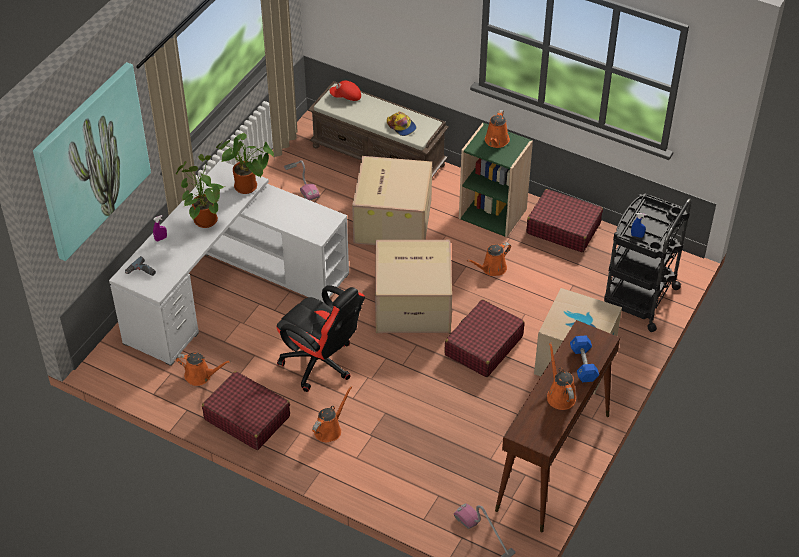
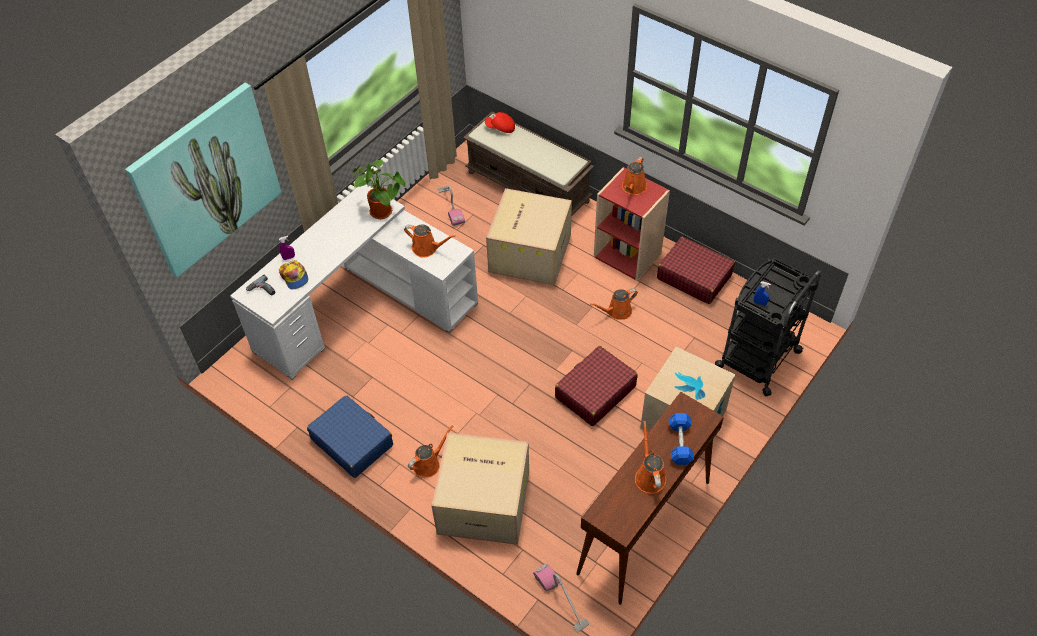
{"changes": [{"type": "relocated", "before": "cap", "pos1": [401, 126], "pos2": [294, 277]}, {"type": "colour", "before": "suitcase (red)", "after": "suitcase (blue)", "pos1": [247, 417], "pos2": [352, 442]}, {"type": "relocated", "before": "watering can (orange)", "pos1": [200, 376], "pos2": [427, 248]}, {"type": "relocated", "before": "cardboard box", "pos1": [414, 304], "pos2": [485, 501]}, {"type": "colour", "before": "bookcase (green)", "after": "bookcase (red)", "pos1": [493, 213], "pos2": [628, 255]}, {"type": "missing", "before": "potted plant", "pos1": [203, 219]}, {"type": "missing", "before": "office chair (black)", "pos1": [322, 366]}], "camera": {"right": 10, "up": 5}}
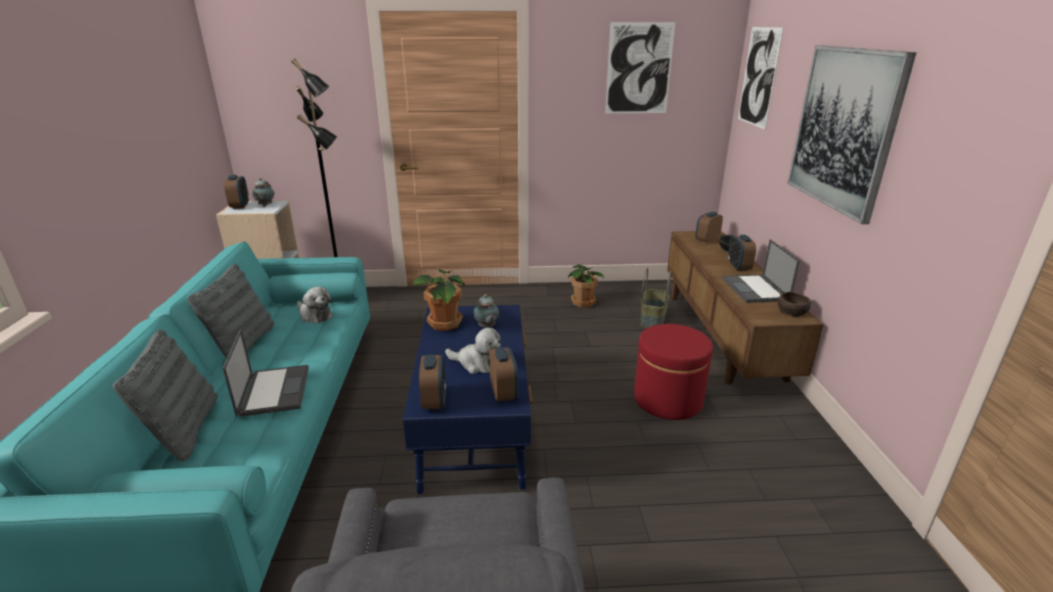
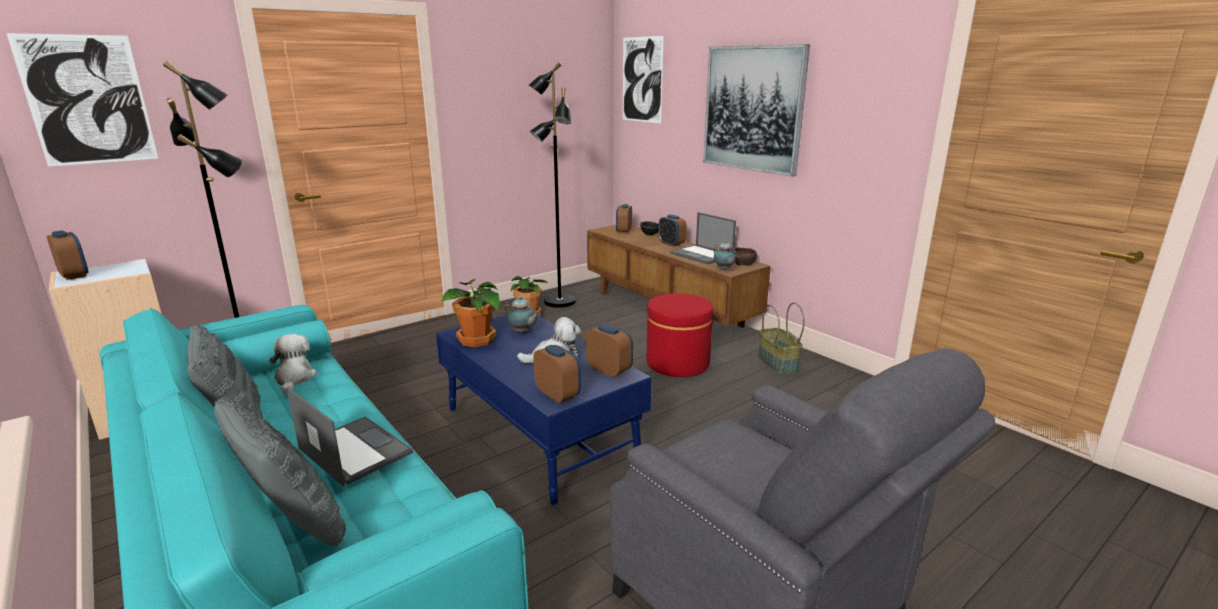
{"changes": [{"type": "relocated", "before": "picture", "pos1": [639, 69], "pos2": [88, 100]}, {"type": "spun", "before": "plush toy", "pos1": [314, 315], "pos2": [294, 378], "turn": -105}, {"type": "appeared", "after": "floor lamp (black)", "pos2": [558, 302]}, {"type": "relocated", "before": "teapot", "pos1": [265, 205], "pos2": [724, 270]}, {"type": "relocated", "before": "basket", "pos1": [652, 319], "pos2": [776, 363]}], "camera": {"right": -35, "up": -5}}
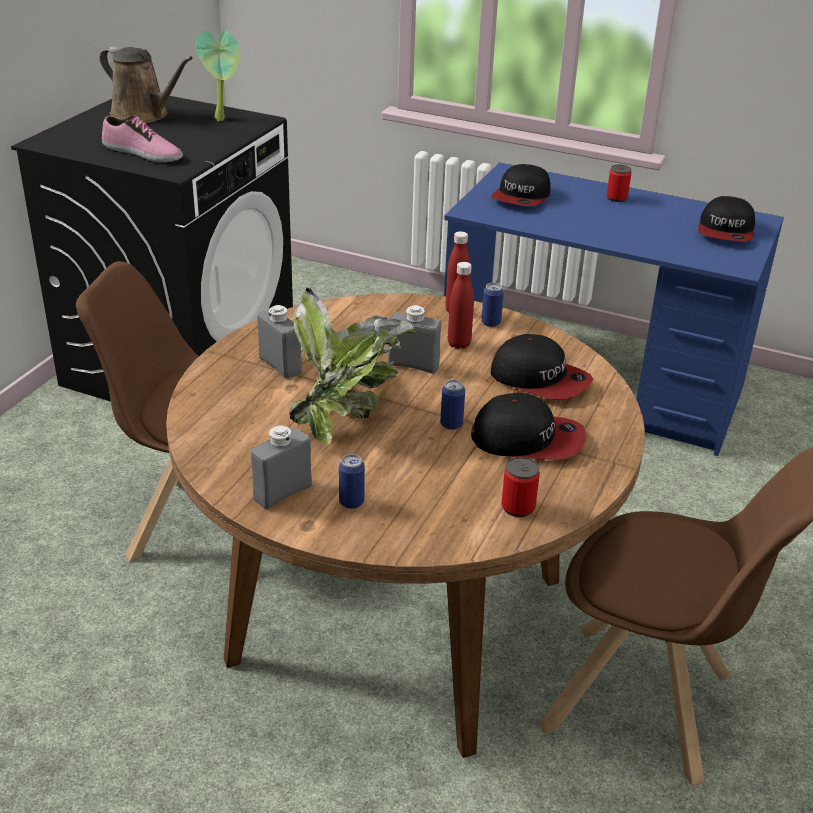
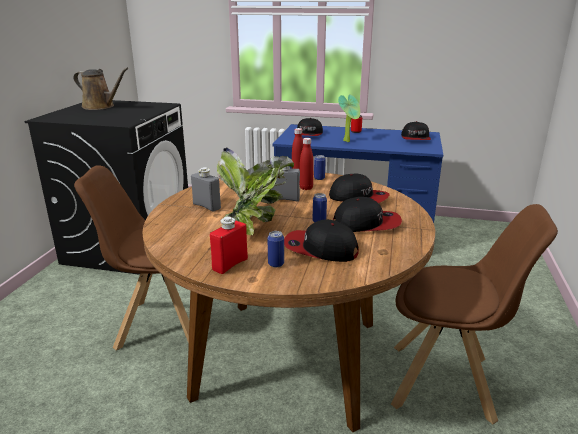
{"changes": [{"type": "colour", "before": "bottle (grey)", "after": "bottle (red)", "pos1": [282, 493], "pos2": [230, 264]}, {"type": "appeared", "after": "cap", "pos2": [320, 249]}, {"type": "relocated", "before": "potted plant", "pos1": [223, 119], "pos2": [348, 141]}, {"type": "missing", "before": "shoe", "pos1": [142, 153]}, {"type": "missing", "before": "can", "pos1": [518, 507]}], "camera": {"right": -10, "up": -10}}
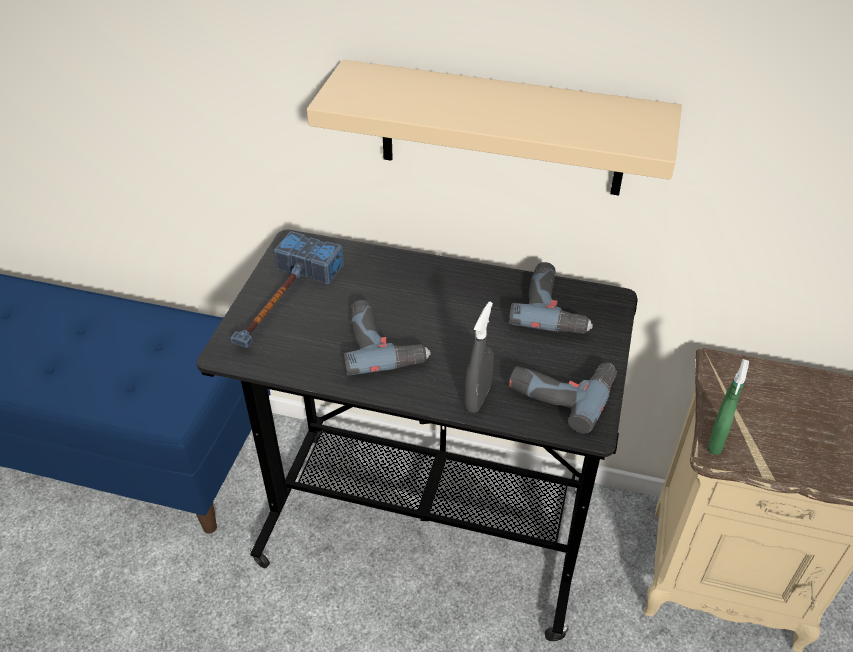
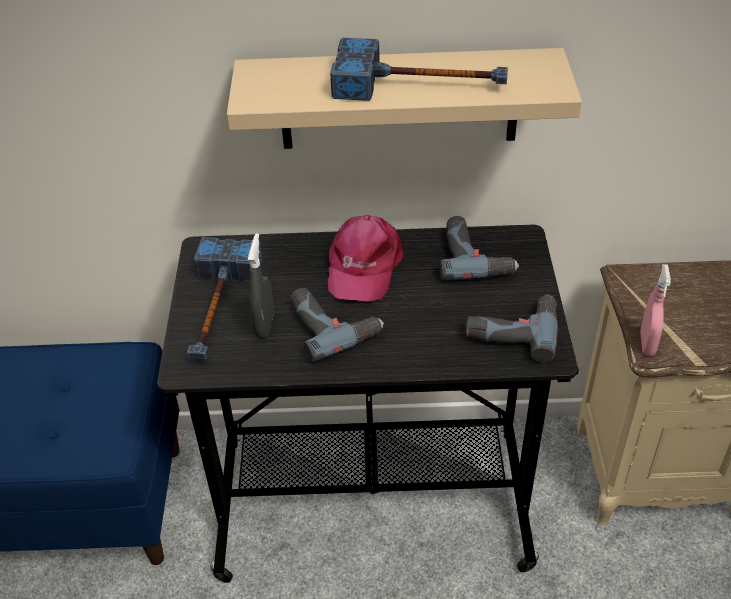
{"changes": [{"type": "relocated", "before": "spray bottle (grey)", "pos1": [477, 398], "pos2": [264, 325]}, {"type": "appeared", "after": "cap (pink)", "pos2": [363, 266]}, {"type": "appeared", "after": "hammer", "pos2": [420, 85]}, {"type": "colour", "before": "spray bottle (green)", "after": "spray bottle (pink)", "pos1": [716, 441], "pos2": [647, 344]}], "camera": {"right": -15, "up": 0}}
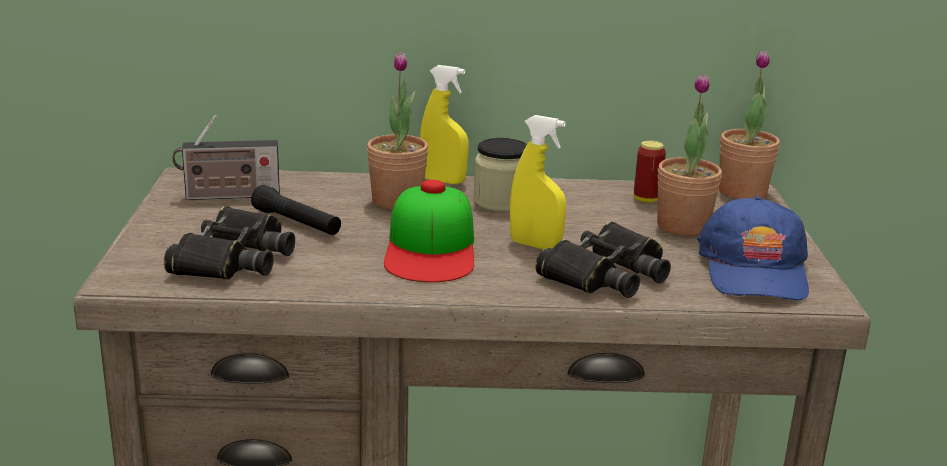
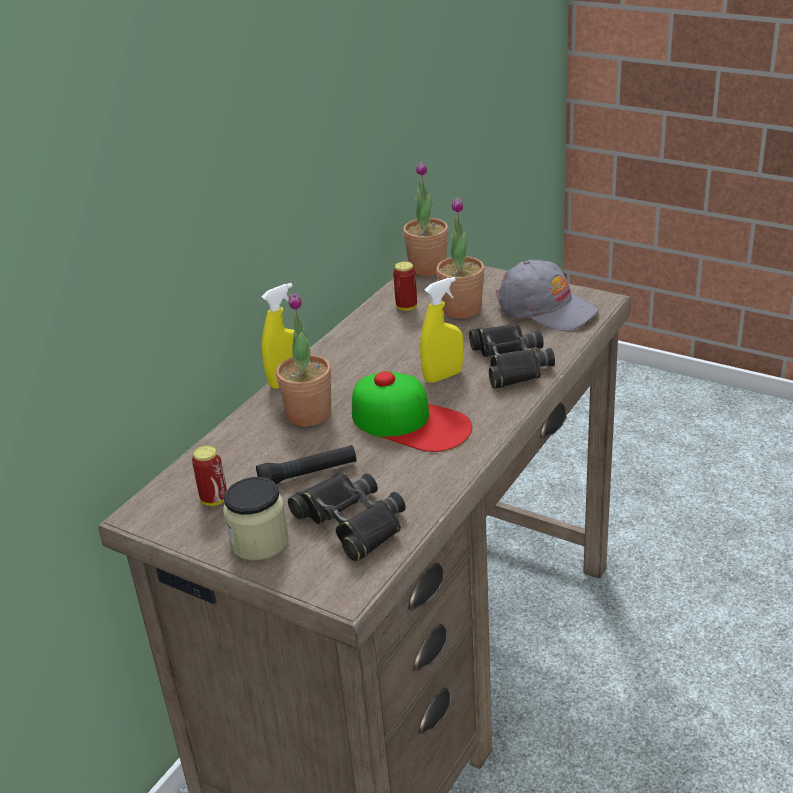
{"changes": [{"type": "exchanged", "before": "radio", "after": "can", "pos1": [228, 196], "pos2": [214, 500]}, {"type": "relocated", "before": "jar", "pos1": [501, 202], "pos2": [259, 541]}, {"type": "colour", "before": "cap (blue)", "after": "cap (grey)", "pos1": [754, 270], "pos2": [545, 308]}], "camera": {"right": -55, "up": 10}}
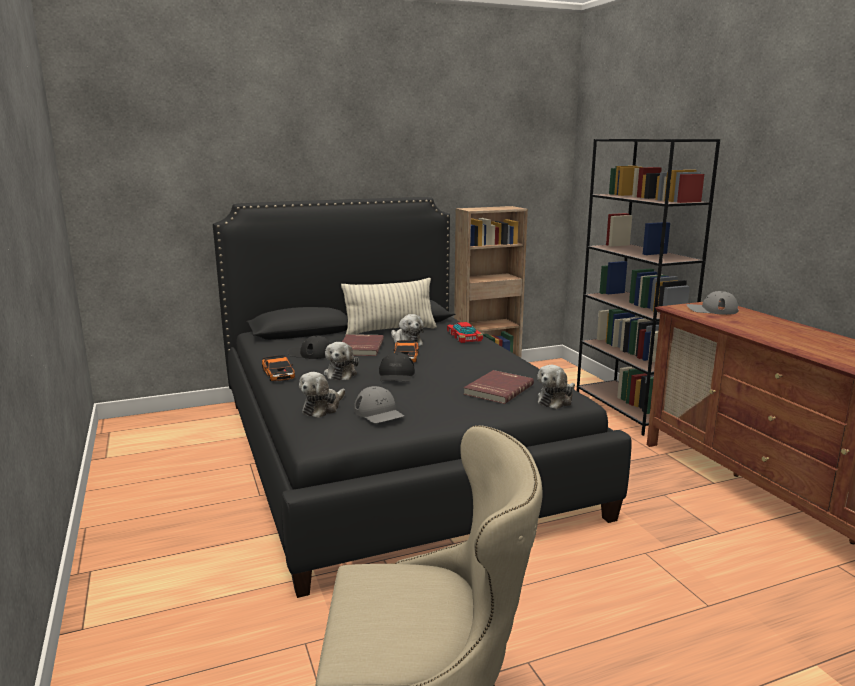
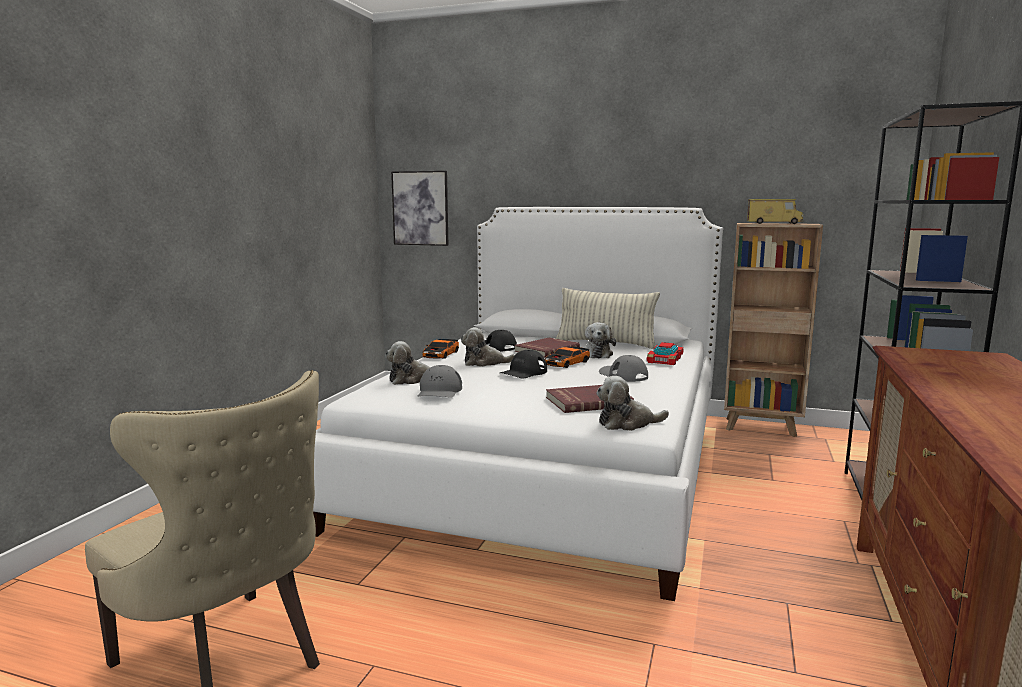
{"changes": [{"type": "colour", "before": "bed (black)", "after": "bed (white)", "pos1": [391, 452], "pos2": [547, 464]}, {"type": "appeared", "after": "picture", "pos2": [420, 208]}, {"type": "spun", "before": "plush toy", "pos1": [341, 373], "pos2": [484, 363], "turn": 45}, {"type": "relocated", "before": "cap (grey)", "pos1": [711, 310], "pos2": [623, 375]}, {"type": "appeared", "after": "toy truck", "pos2": [773, 223]}], "camera": {"right": 40, "up": -5}}
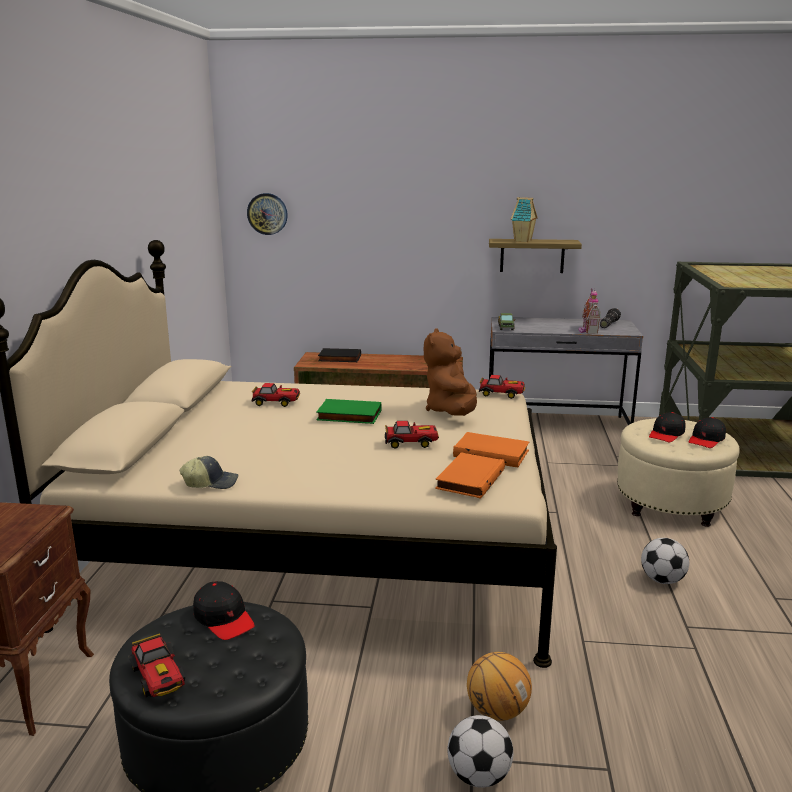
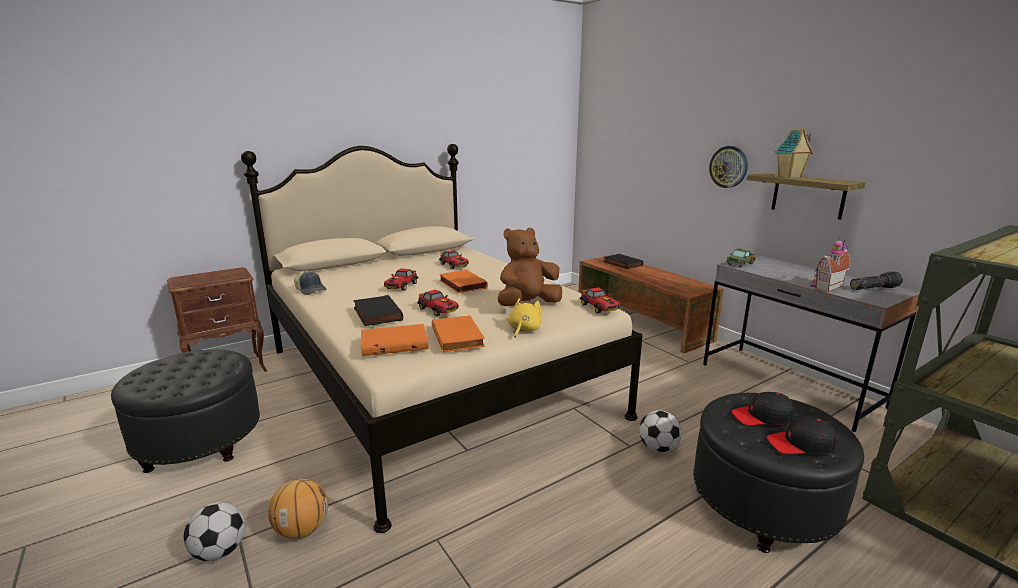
{"changes": [{"type": "appeared", "after": "book (black)", "pos2": [376, 314]}, {"type": "relocated", "before": "toy car", "pos1": [158, 678], "pos2": [401, 287]}, {"type": "colour", "before": "book (green)", "after": "book (orange)", "pos1": [348, 416], "pos2": [461, 284]}, {"type": "appeared", "after": "plush toy (yellow)", "pos2": [524, 330]}, {"type": "relocated", "before": "football", "pos1": [662, 580], "pos2": [658, 448]}, {"type": "colour", "before": "ottoman (beige)", "after": "ottoman (black)", "pos1": [670, 504], "pos2": [763, 506]}, {"type": "relocated", "before": "wall clock", "pos1": [267, 214], "pos2": [728, 167]}, {"type": "missing", "before": "cap (black)", "pos1": [224, 618]}], "camera": {"right": 50, "up": 0}}
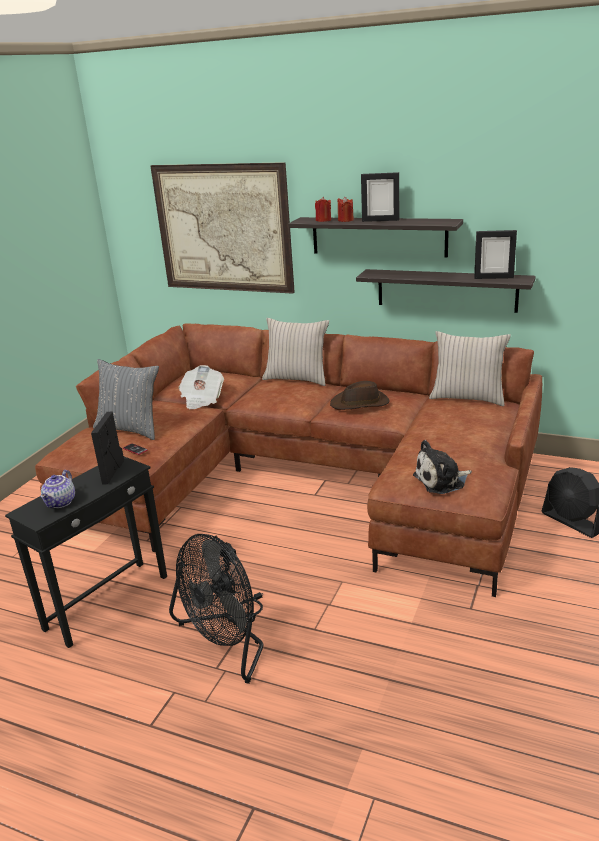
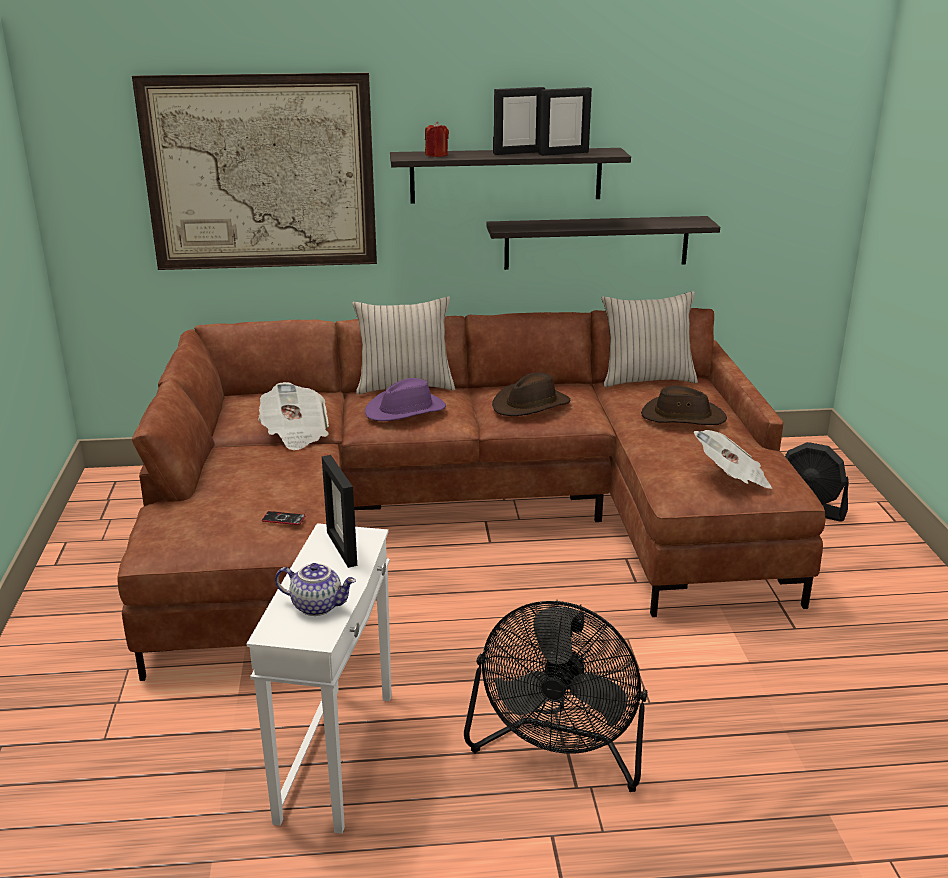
{"changes": [{"type": "colour", "before": "side table (black)", "after": "side table (white)", "pos1": [108, 602], "pos2": [338, 755]}, {"type": "spun", "before": "teapot", "pos1": [61, 502], "pos2": [318, 605], "turn": -60}, {"type": "appeared", "after": "hat (purple)", "pos2": [406, 410]}, {"type": "relocated", "before": "picture frame", "pos1": [493, 277], "pos2": [563, 153]}, {"type": "appeared", "after": "hat (brown)", "pos2": [682, 417]}, {"type": "exchanged", "before": "plush toy", "after": "newspaper", "pos1": [442, 481], "pos2": [731, 478]}, {"type": "missing", "before": "pillow (grey)", "pos1": [131, 429]}, {"type": "missing", "before": "candle (red)", "pos1": [345, 220]}], "camera": {"right": -30, "up": 0}}
